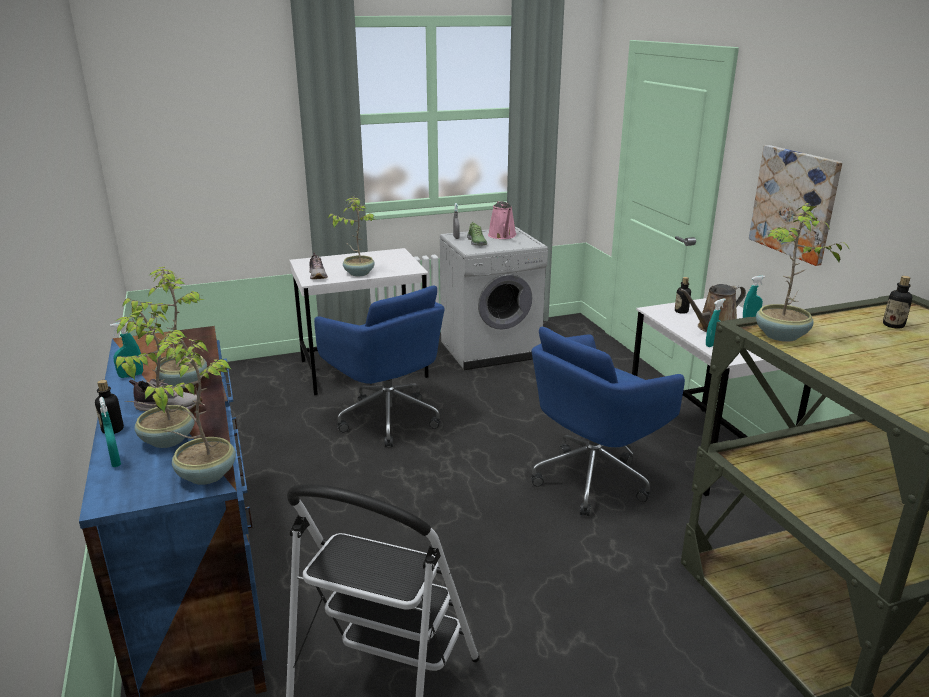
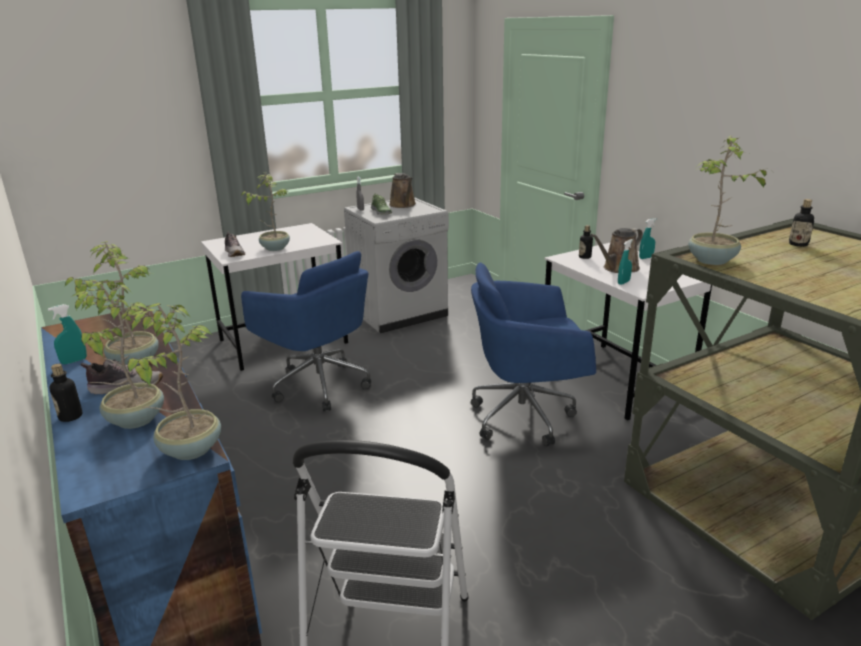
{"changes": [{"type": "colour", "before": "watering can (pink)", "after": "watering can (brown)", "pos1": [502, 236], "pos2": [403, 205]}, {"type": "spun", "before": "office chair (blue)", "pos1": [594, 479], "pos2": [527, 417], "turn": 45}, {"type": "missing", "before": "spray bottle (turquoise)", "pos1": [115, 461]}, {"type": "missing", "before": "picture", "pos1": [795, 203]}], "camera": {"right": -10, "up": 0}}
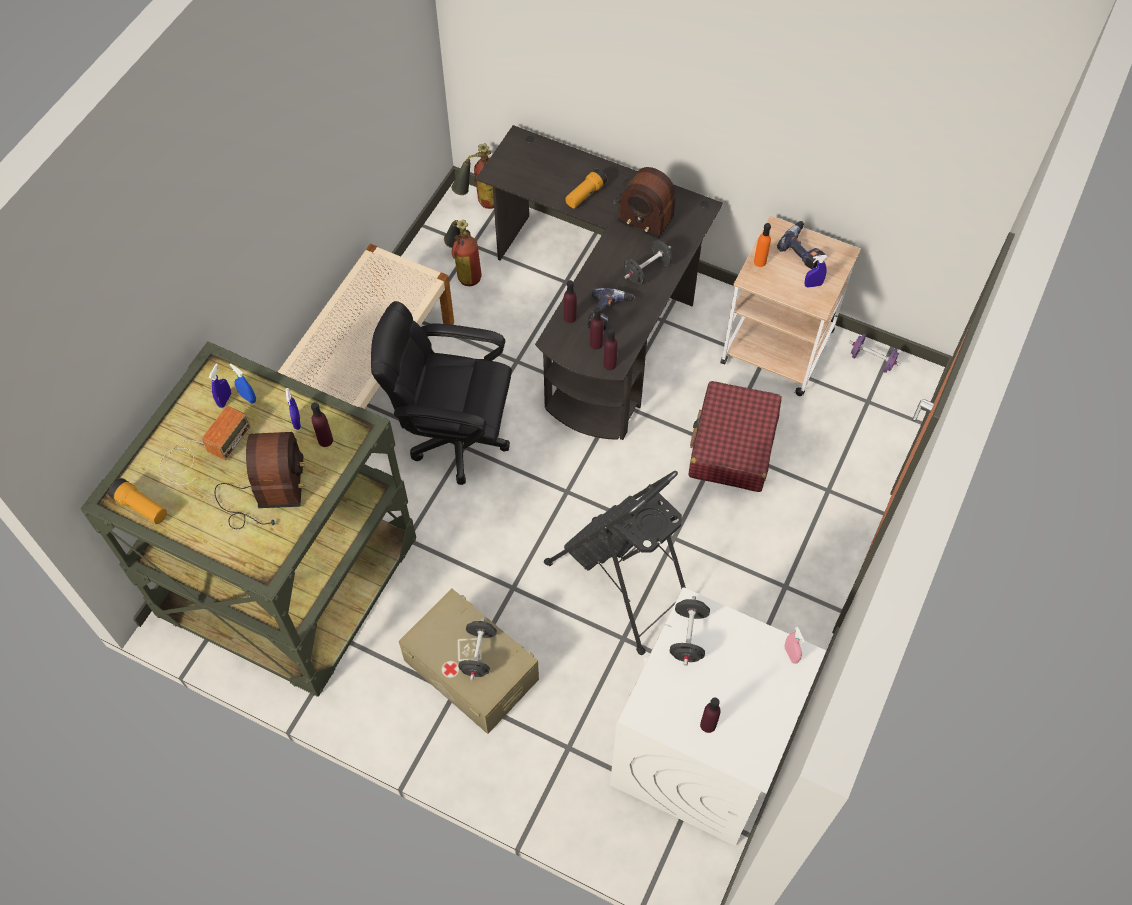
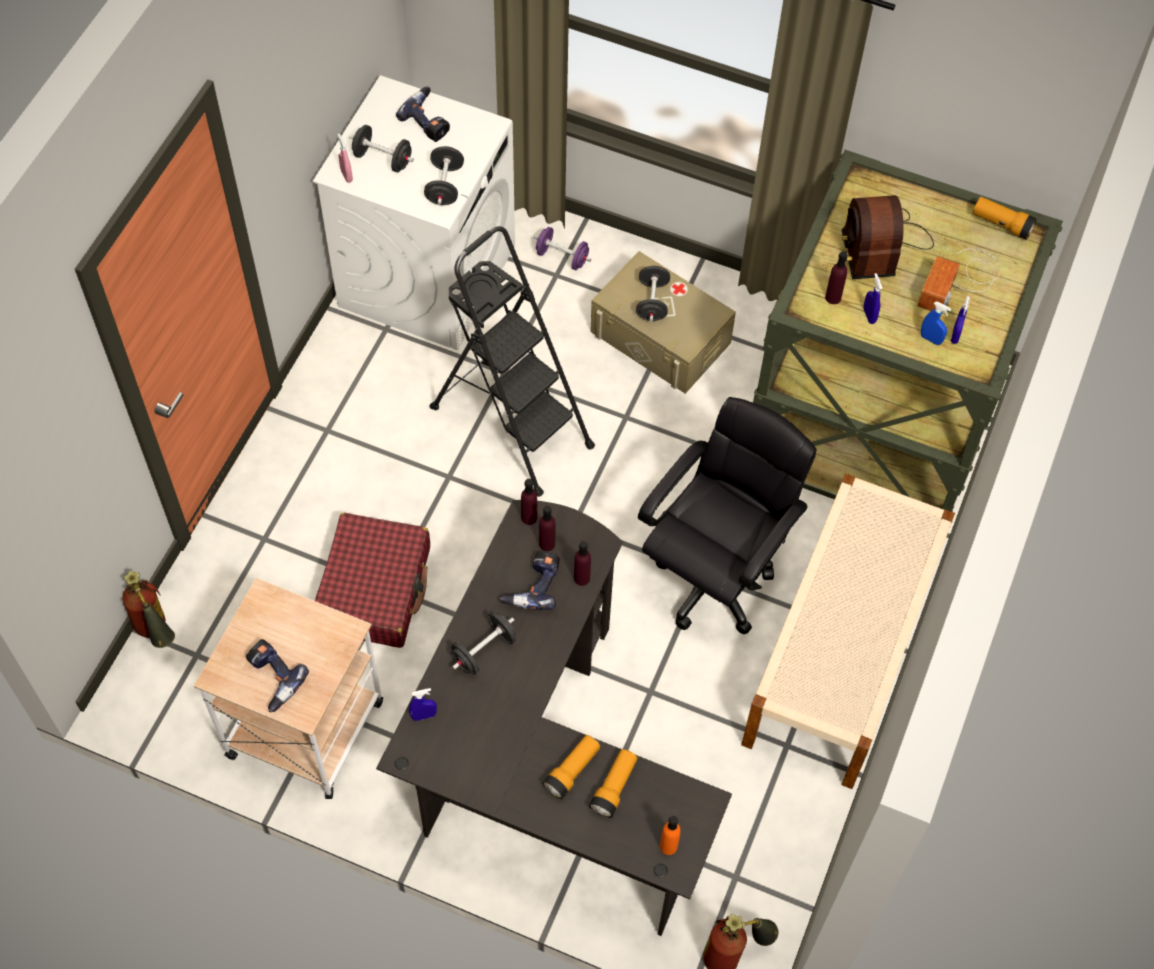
{"changes": [{"type": "relocated", "before": "fire extinguisher", "pos1": [464, 271], "pos2": [157, 635]}, {"type": "appeared", "after": "dumbbell (black)", "pos2": [382, 159]}, {"type": "exchanged", "before": "bottle (purple)", "after": "power drill", "pos1": [708, 725], "pos2": [429, 119]}, {"type": "relocated", "before": "spray bottle (blue)", "pos1": [813, 285], "pos2": [424, 715]}, {"type": "relocated", "before": "dumbbell (purple)", "pos1": [872, 360], "pos2": [562, 257]}, {"type": "appeared", "after": "flashlight", "pos2": [614, 787]}, {"type": "spun", "before": "office chair (black)", "pos1": [453, 442], "pos2": [715, 577], "turn": -60}, {"type": "relocated", "before": "bottle (orange)", "pos1": [760, 262], "pos2": [668, 846]}, {"type": "missing", "before": "radio", "pos1": [643, 208]}], "camera": {"right": 175, "up": 0}}
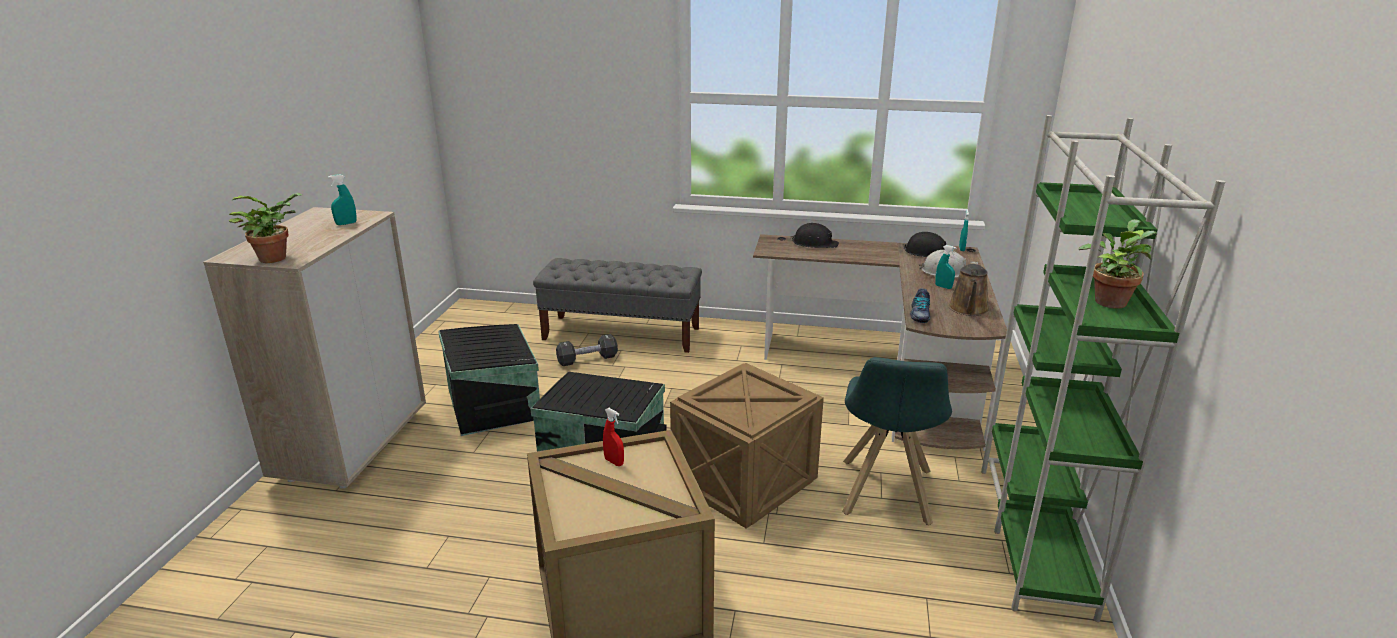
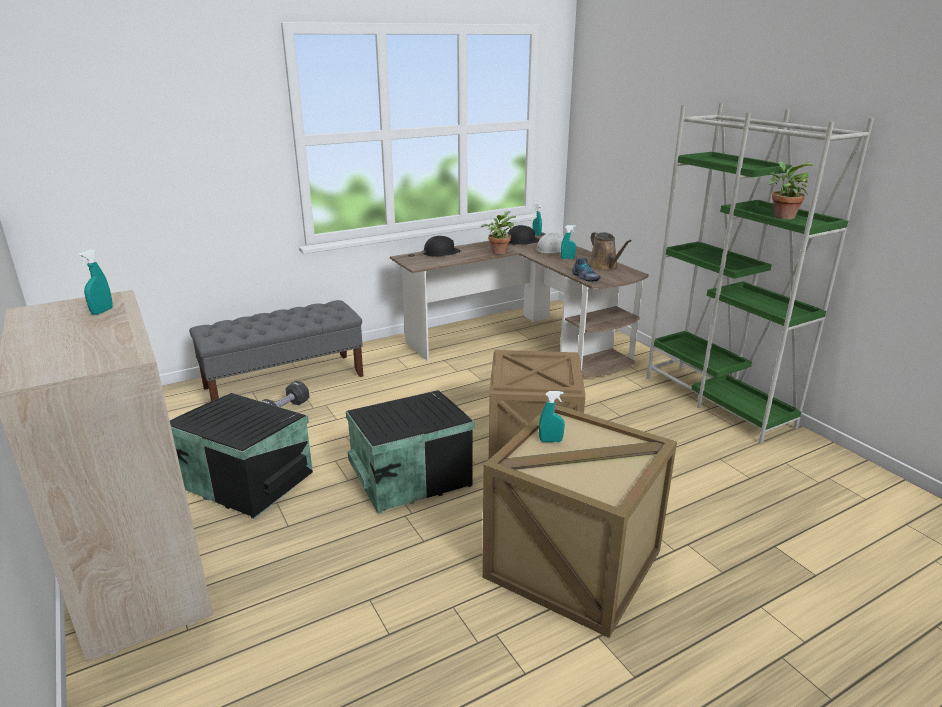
{"changes": [{"type": "relocated", "before": "potted plant", "pos1": [276, 258], "pos2": [499, 251]}, {"type": "colour", "before": "spray bottle (red)", "after": "spray bottle (turquoise)", "pos1": [614, 462], "pos2": [550, 441]}, {"type": "missing", "before": "chair (turquoise)", "pos1": [886, 492]}], "camera": {"right": -40, "up": 0}}
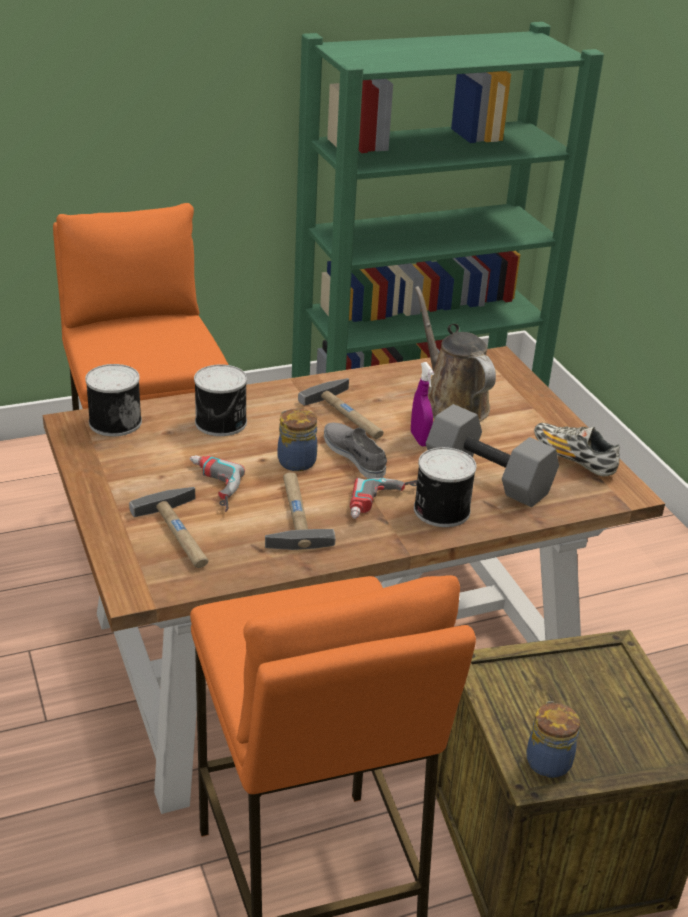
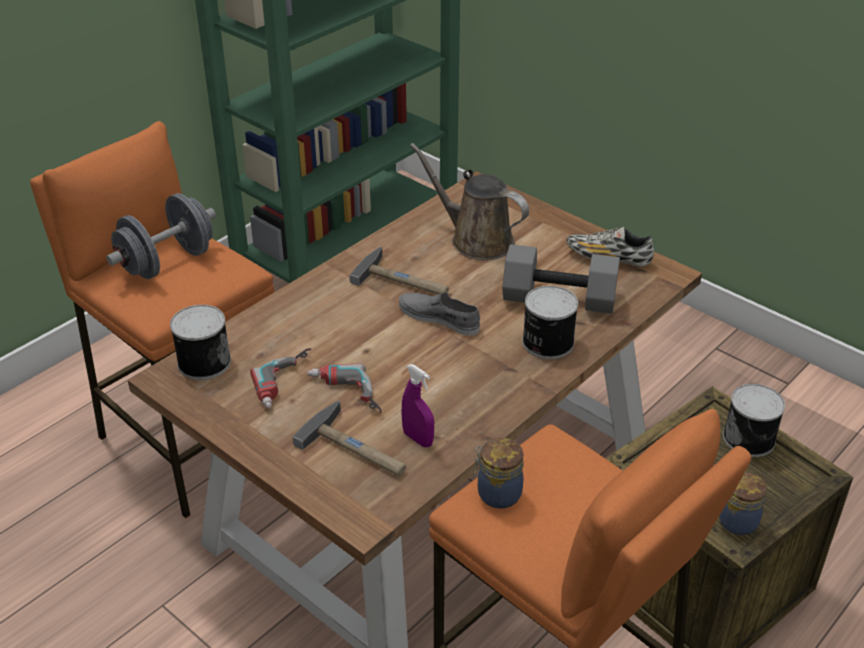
{"changes": [{"type": "appeared", "after": "dumbbell (grey)", "pos2": [167, 262]}, {"type": "relocated", "before": "power drill", "pos1": [386, 504], "pos2": [288, 383]}, {"type": "relocated", "before": "spray bottle (purple)", "pos1": [420, 439], "pos2": [418, 439]}, {"type": "relocated", "before": "jar", "pos1": [295, 461], "pos2": [497, 493]}, {"type": "relocated", "before": "can", "pos1": [222, 422], "pos2": [750, 438]}, {"type": "missing", "before": "hammer", "pos1": [293, 514]}], "camera": {"right": -25, "up": 5}}
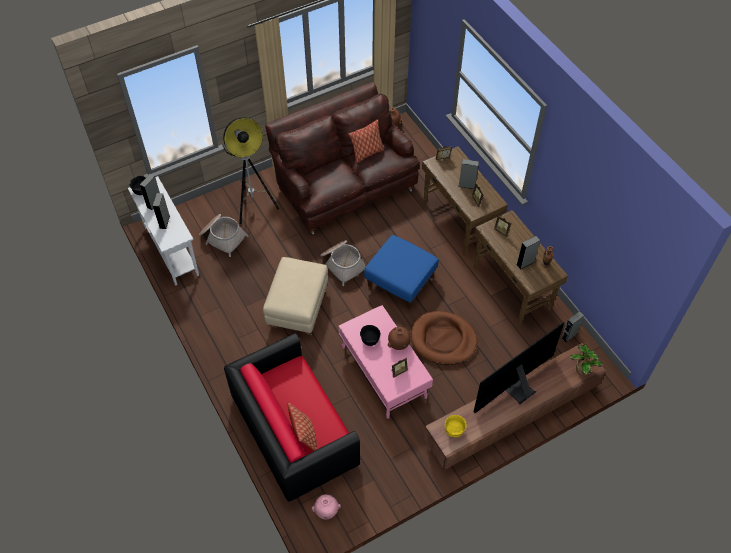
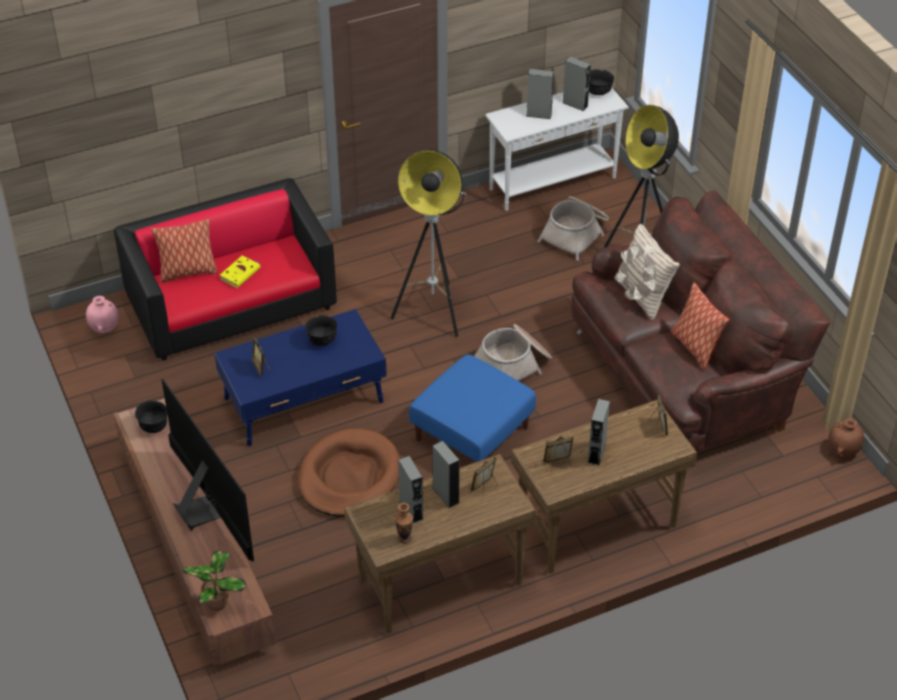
{"changes": [{"type": "colour", "before": "bowl (yellow)", "after": "bowl (black)", "pos1": [454, 430], "pos2": [154, 427]}, {"type": "colour", "before": "coffee table (pink)", "after": "coffee table (blue)", "pos1": [383, 371], "pos2": [304, 400]}, {"type": "appeared", "after": "book (yellow)", "pos2": [241, 273]}, {"type": "exchanged", "before": "ottoman (beige)", "after": "floor lamp", "pos1": [297, 308], "pos2": [433, 311]}, {"type": "relocated", "before": "speaker (grey)", "pos1": [569, 336], "pos2": [445, 495]}, {"type": "appeared", "after": "pillow (beige)", "pos2": [641, 296]}, {"type": "missing", "before": "vase (brown)", "pos1": [398, 344]}], "camera": {"right": 95, "up": -10}}
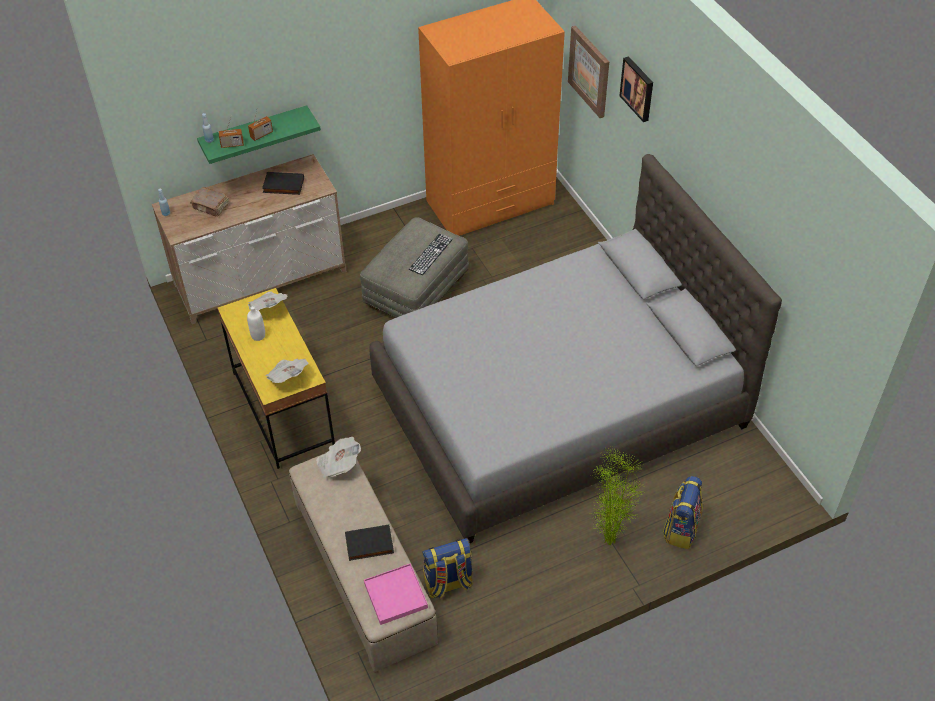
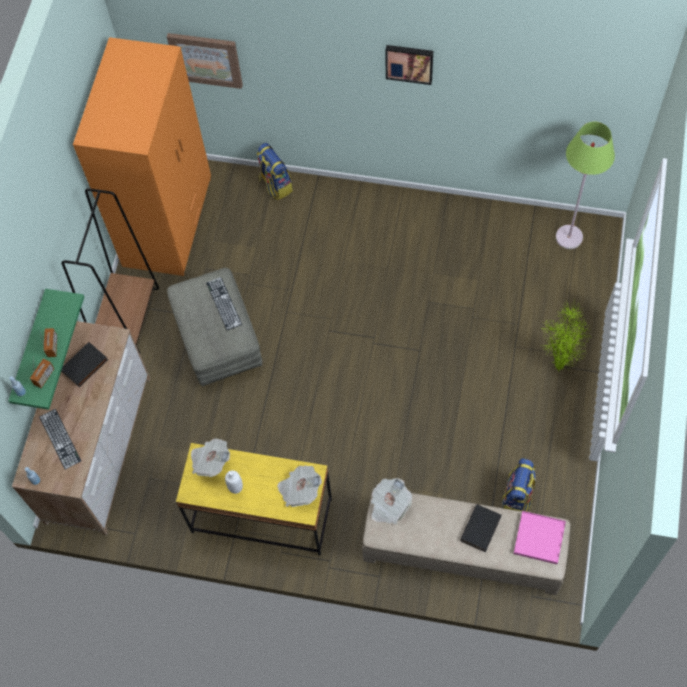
{"changes": [{"type": "exchanged", "before": "book (brown)", "after": "keyboard", "pos1": [211, 207], "pos2": [60, 439]}, {"type": "appeared", "after": "clothes rack", "pos2": [127, 318]}, {"type": "relocated", "before": "backpack", "pos1": [681, 528], "pos2": [275, 184]}, {"type": "relocated", "before": "picture", "pos1": [638, 88], "pos2": [409, 62]}, {"type": "appeared", "after": "floor lamp (green)", "pos2": [569, 237]}, {"type": "missing", "before": "bed (grey)", "pos1": [559, 404]}], "camera": {"right": -50, "up": 15}}
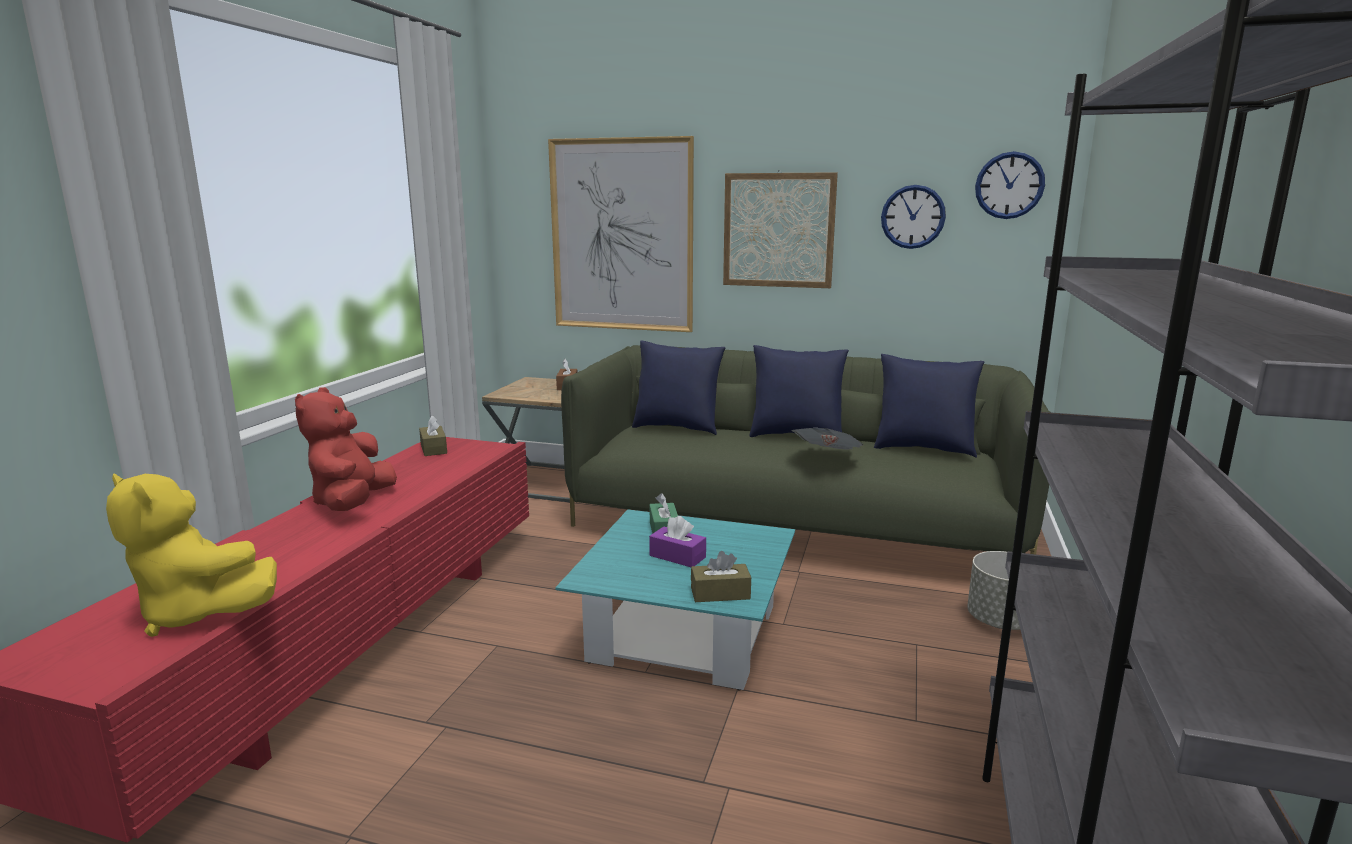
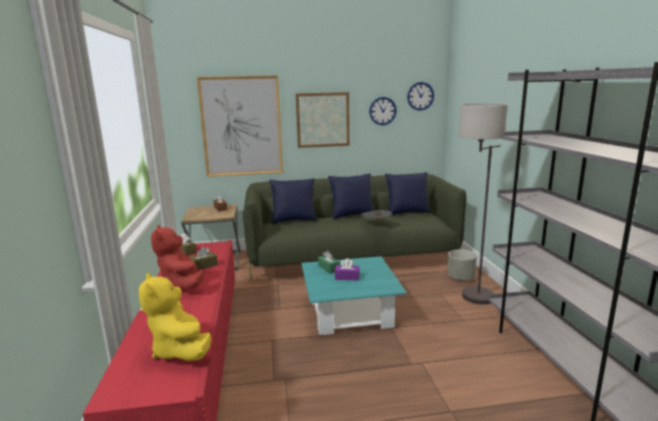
{"changes": [{"type": "spun", "before": "plush toy (yellow)", "pos1": [198, 613], "pos2": [180, 350], "turn": 60}, {"type": "relocated", "before": "tissue box (brown)", "pos1": [720, 593], "pos2": [204, 266]}, {"type": "appeared", "after": "floor lamp (grey)", "pos2": [472, 299]}], "camera": {"right": -25, "up": 0}}
